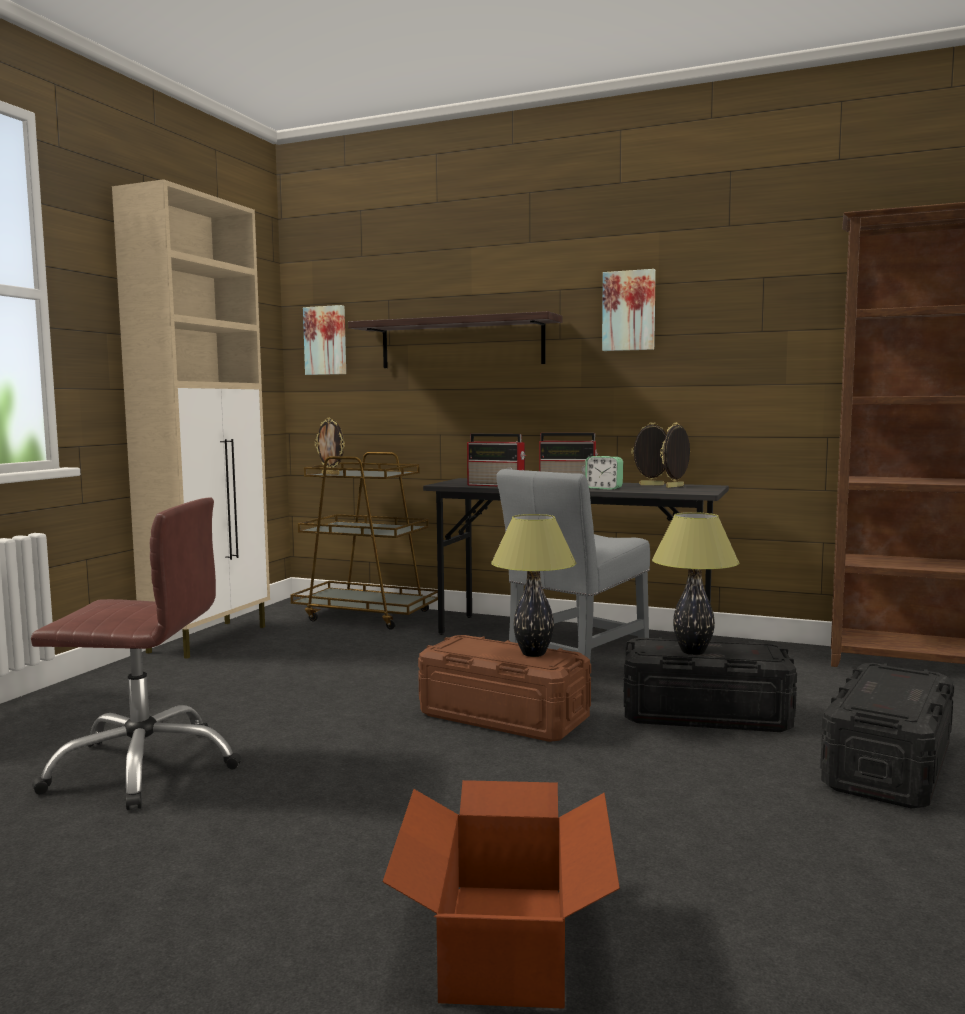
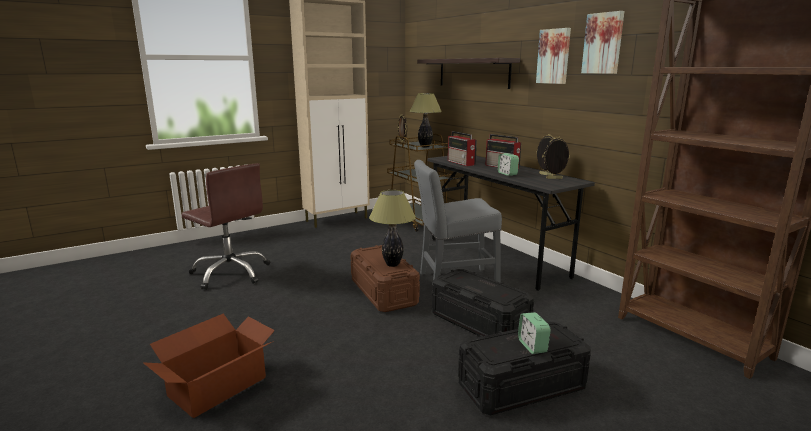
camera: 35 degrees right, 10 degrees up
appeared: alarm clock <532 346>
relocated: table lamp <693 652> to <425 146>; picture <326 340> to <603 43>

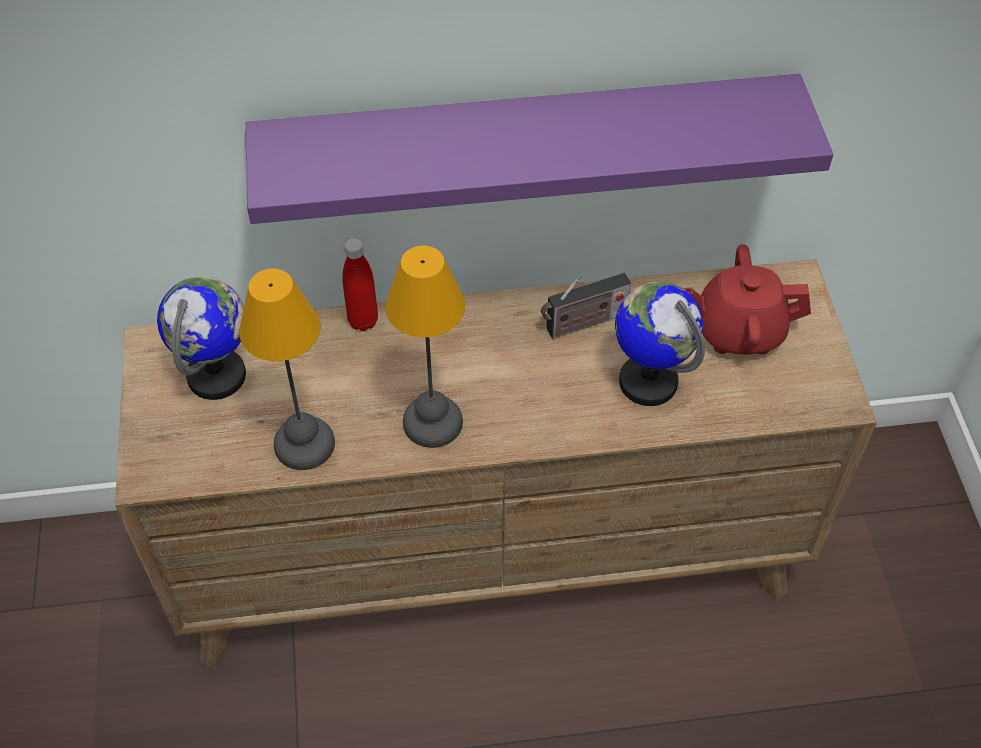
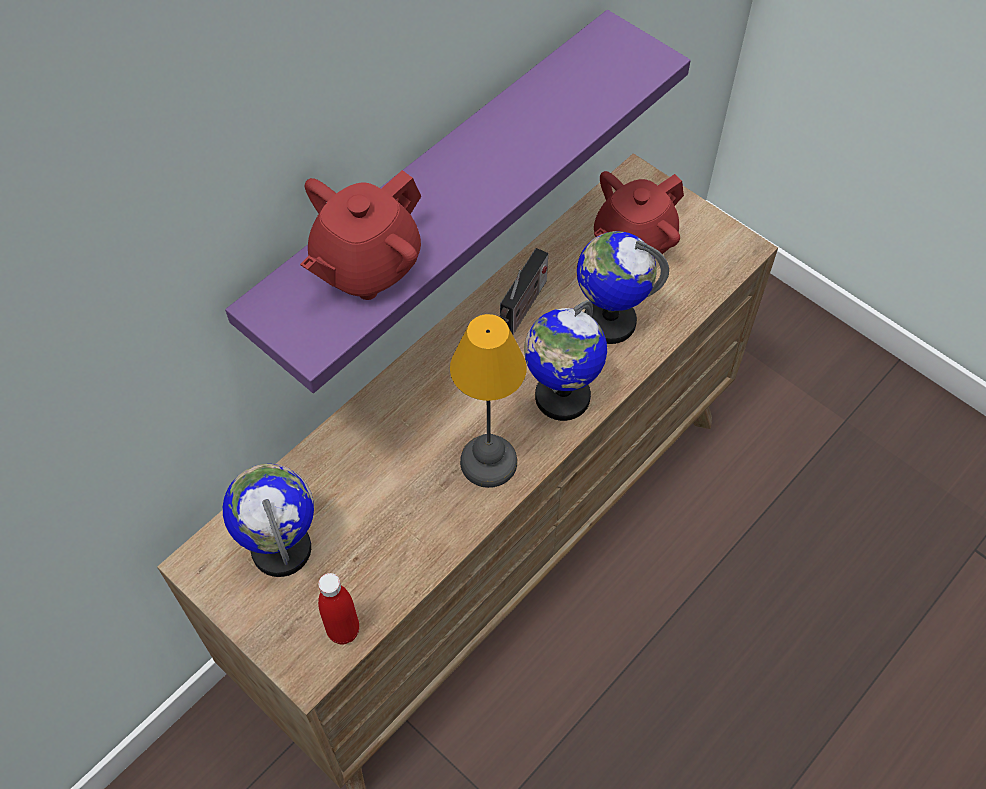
camera: 40 degrees left, 5 degrees up
missing: table lamp <305 442>
appeared: teapot in red <366 265>; globe <561 397>
relocated: bottle in red <363 321> to <343 630>

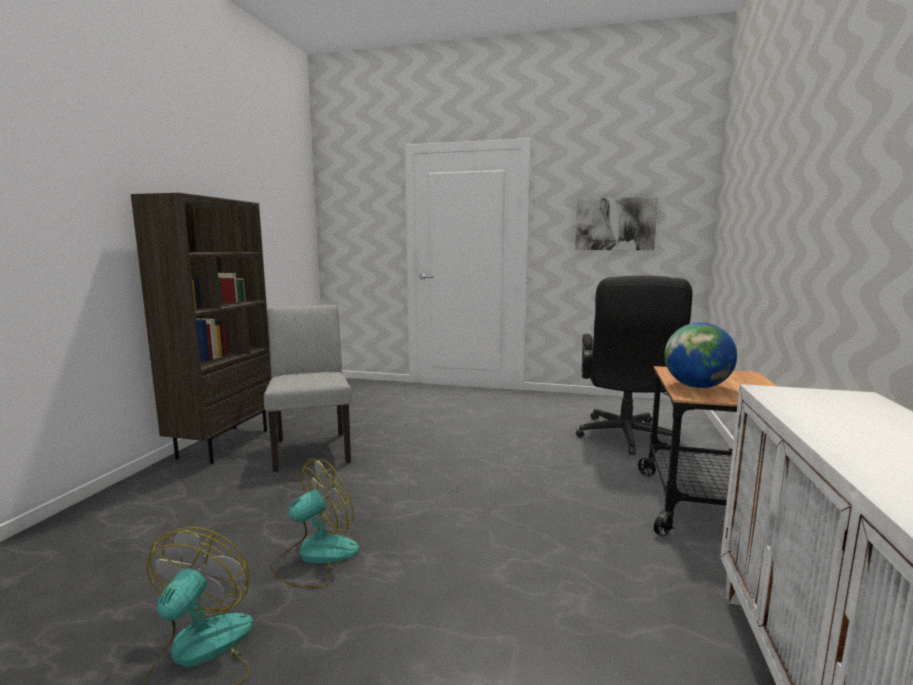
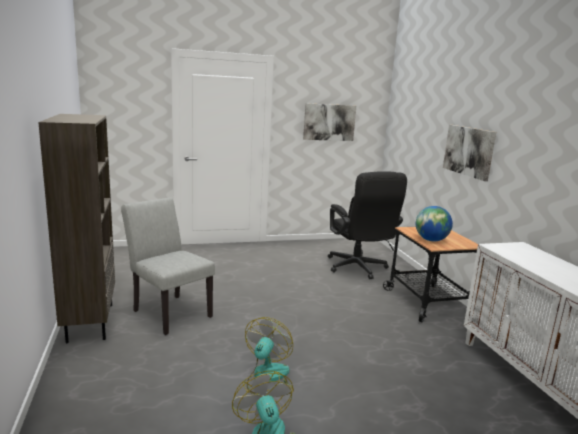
camera: 30 degrees left, 5 degrees up
appeared: picture <469 151>

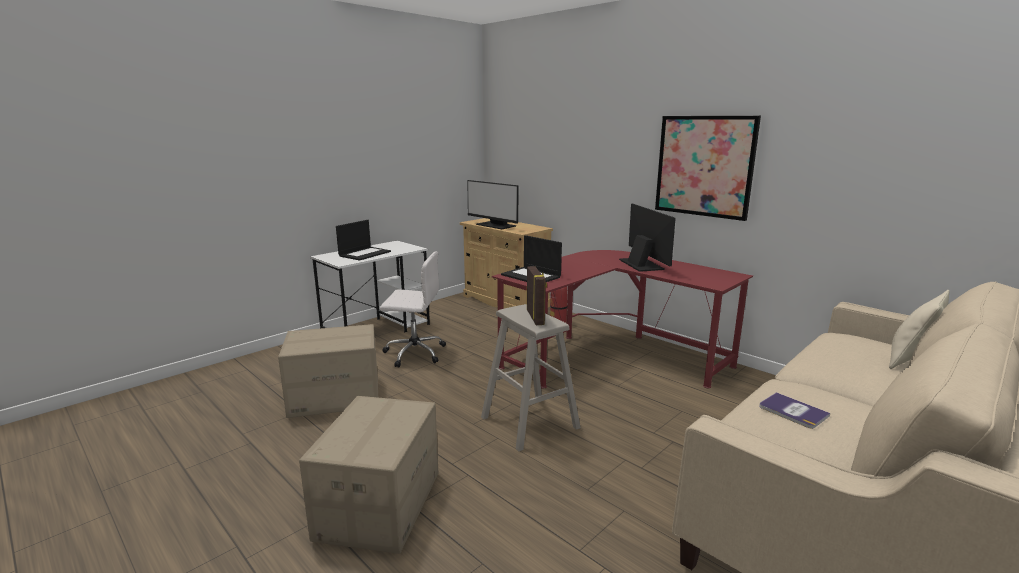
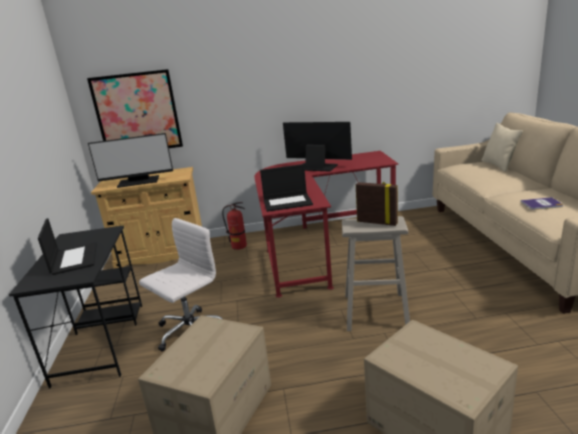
camera: 50 degrees left, 5 degrees up
relocated: picture <704 166> to <137 113>
colour: desk in white <377 329> to desk in black <101 341>

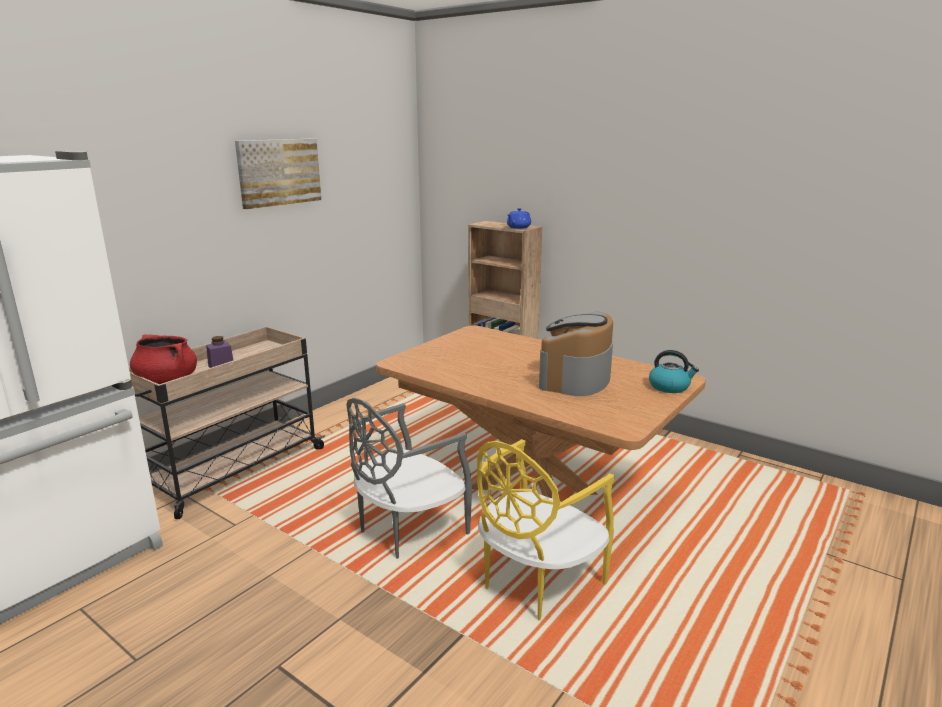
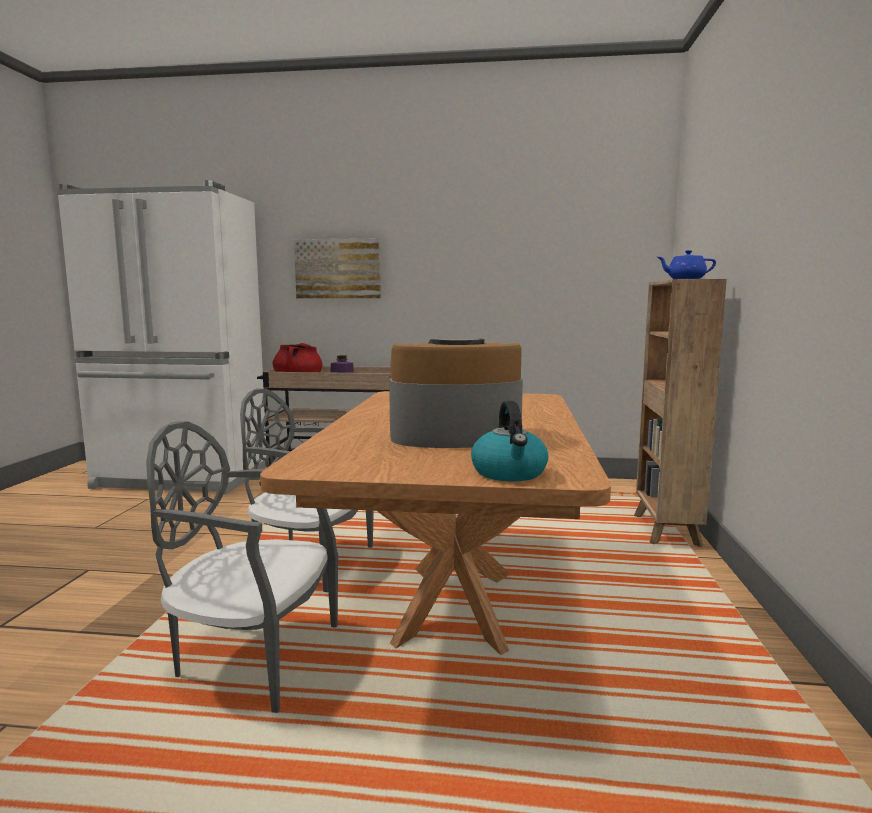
camera: 60 degrees right, 10 degrees down
relocated: picture <279 172> to <338 269>
colour: chair in yellow <536 582> to chair in grey <253 657>

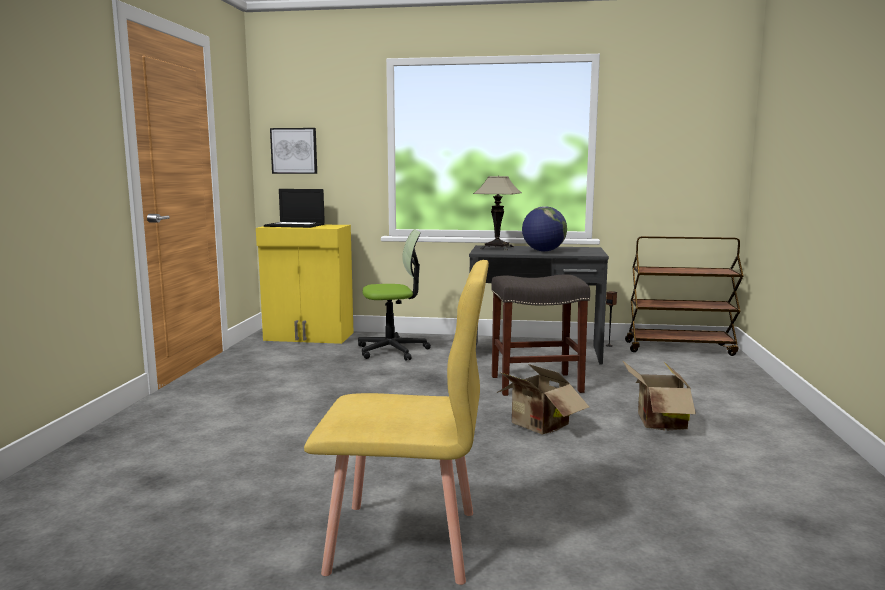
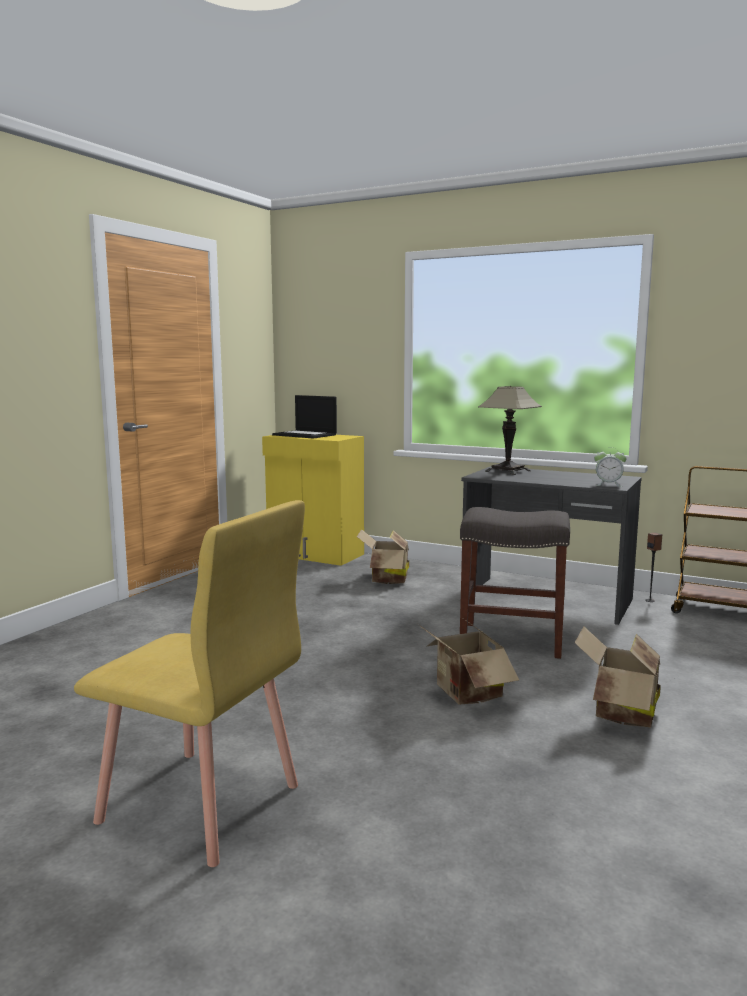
camera: 20 degrees right, 0 degrees up
missing: picture <294 151>; globe <543 251>
appeared: alarm clock <608 484>
exchanged: office chair <392 350> to cardboard box <386 579>

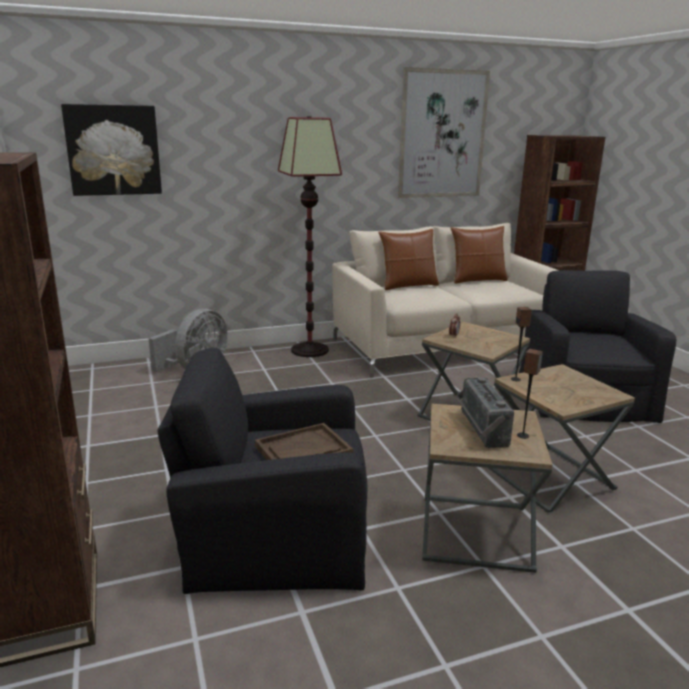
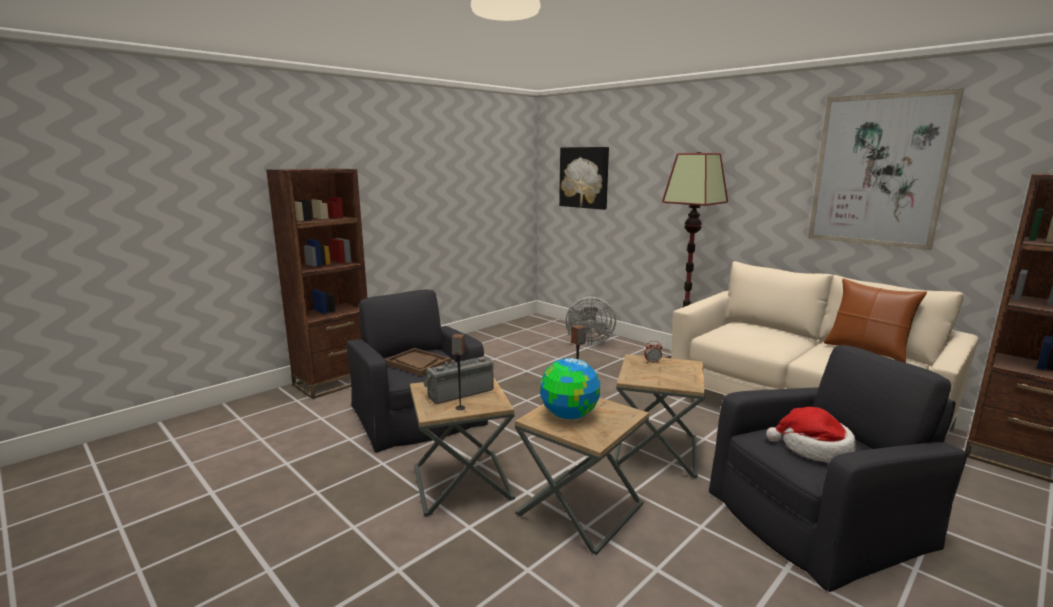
camera: 65 degrees right, 5 degrees down
missing: pillow in brown <408 285>
appeared: globe <569 415>; hat <813 448>

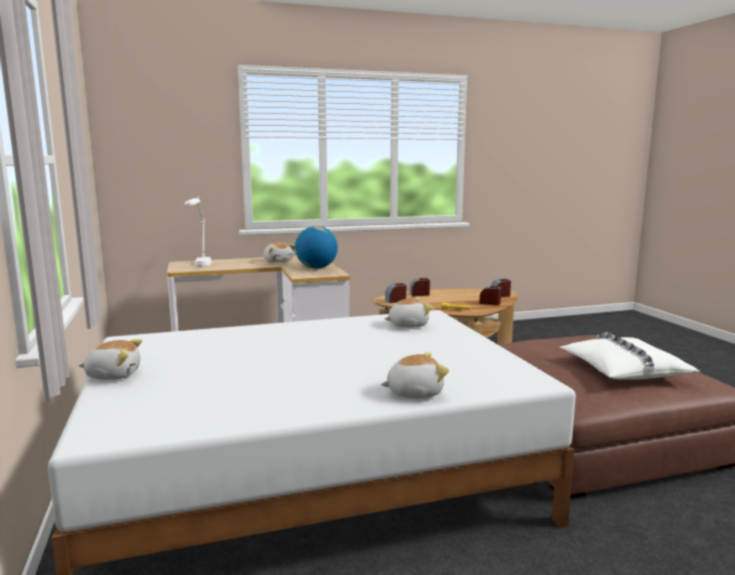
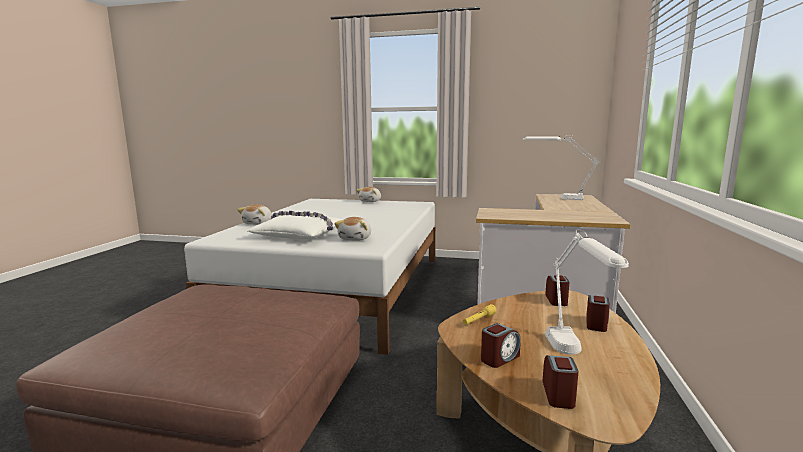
camera: 120 degrees right, 0 degrees up
missing: plush toy <278 261>; globe <316 268>
appeared: table lamp in white <573 358>
relocated: pillow in white <623 370> to <300 234>

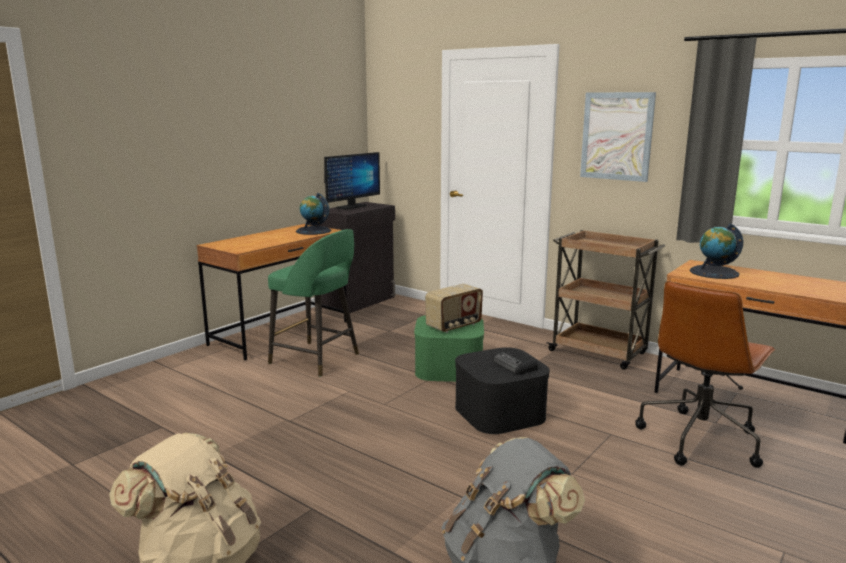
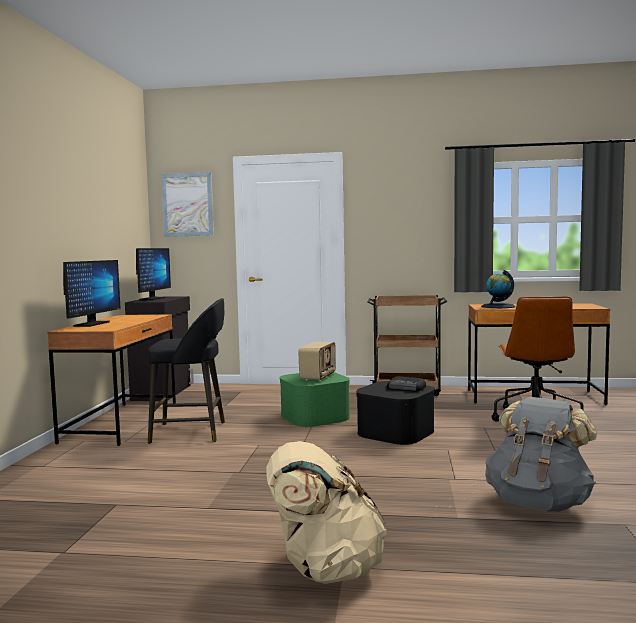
camera: 30 degrees left, 10 degrees down
missing: globe <313 231>
appeared: monitor <91 324>
relocated: picture <616 136> to <188 204>
colour: stool in green <316 359> to stool in black <191 432>

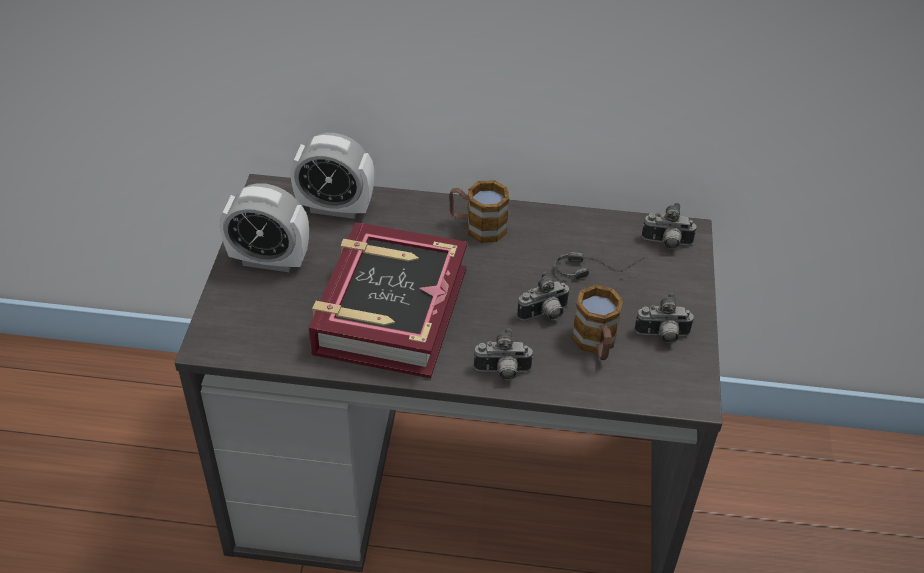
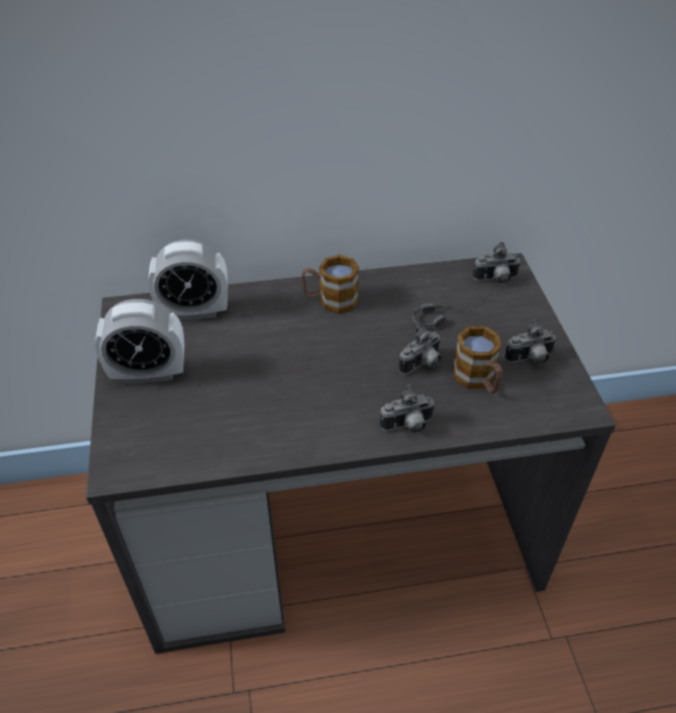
camera: 15 degrees left, 0 degrees up
missing: book <389 311>

